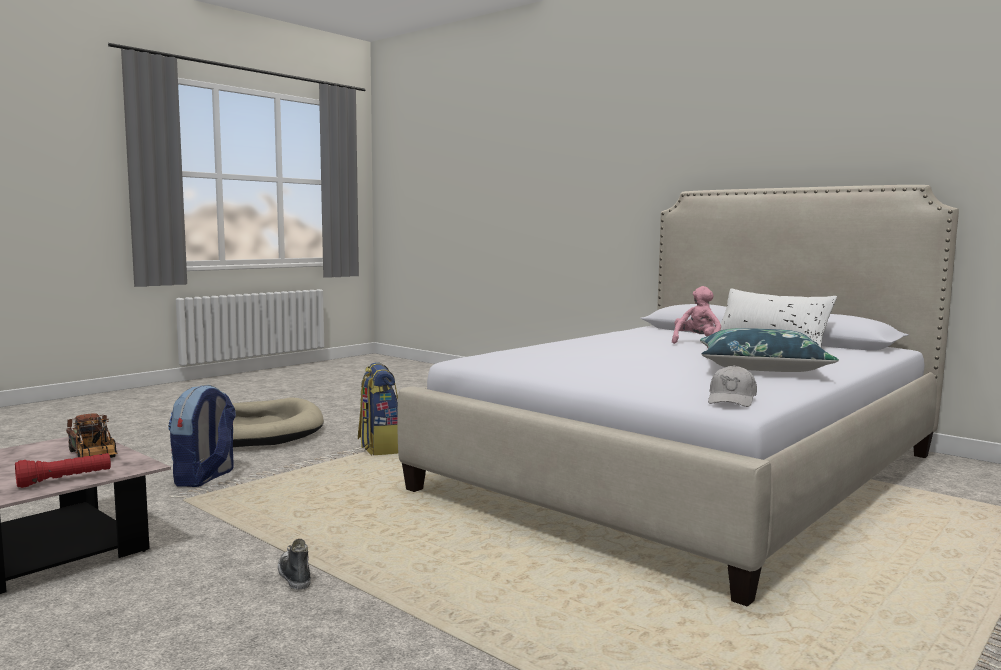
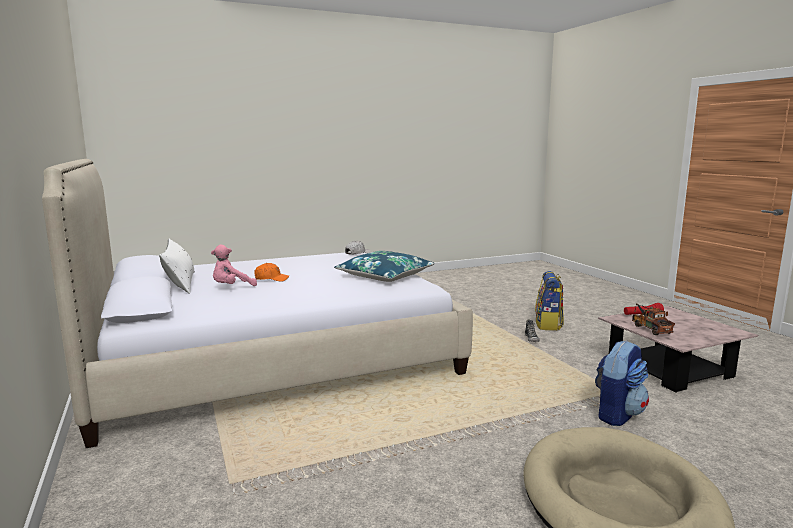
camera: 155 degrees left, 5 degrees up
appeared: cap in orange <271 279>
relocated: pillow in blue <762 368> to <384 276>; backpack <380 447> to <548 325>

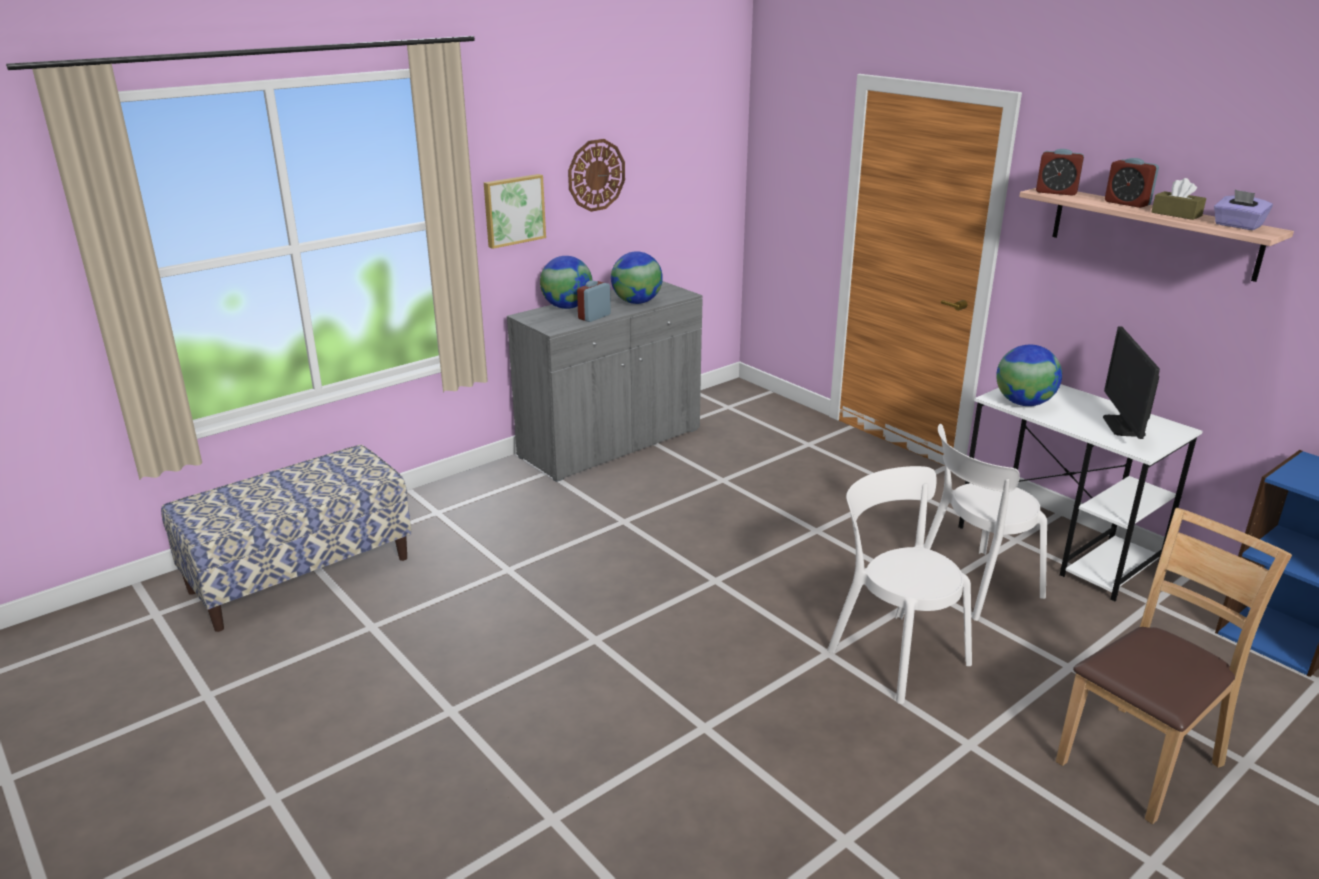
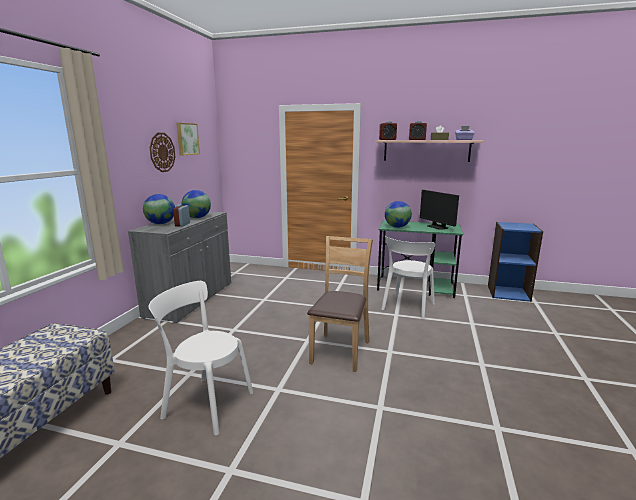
camera: 35 degrees left, 10 degrees down
relocated: chair in white <894 653> to <205 403>; picture <513 210> to <187 139>; chair in brown <1139 761> to <340 351>
colour: desk in white <1059 546> to desk in green <416 286>

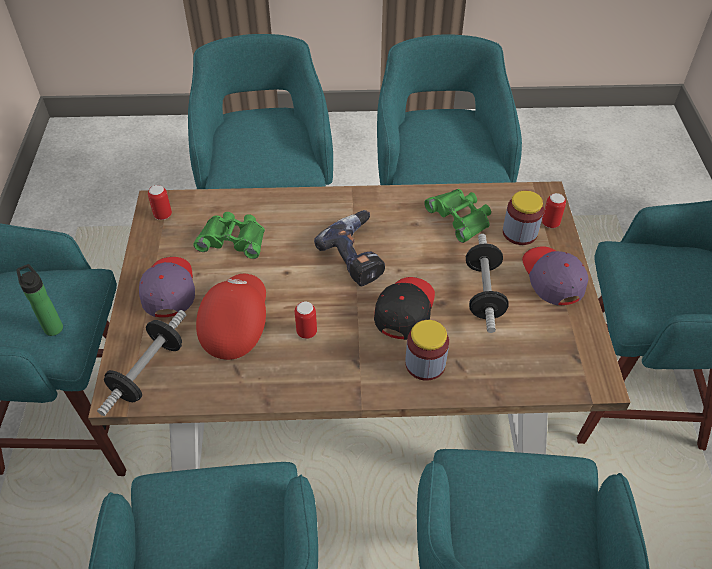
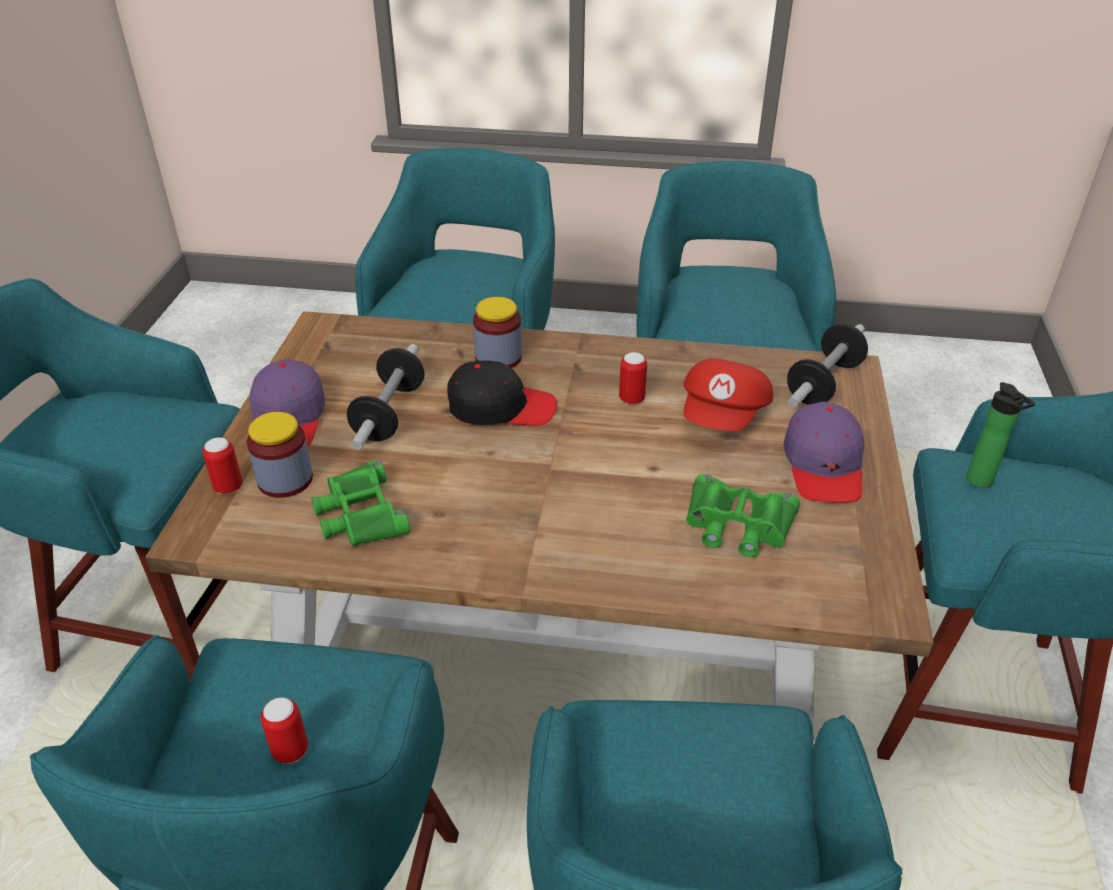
camera: 170 degrees left, 10 degrees down
missing: power drill <359 254>
relocated: can <163 215> to <290 751>
spun: cap in black <405 310> = <501 407> 120 degrees counterclockwise

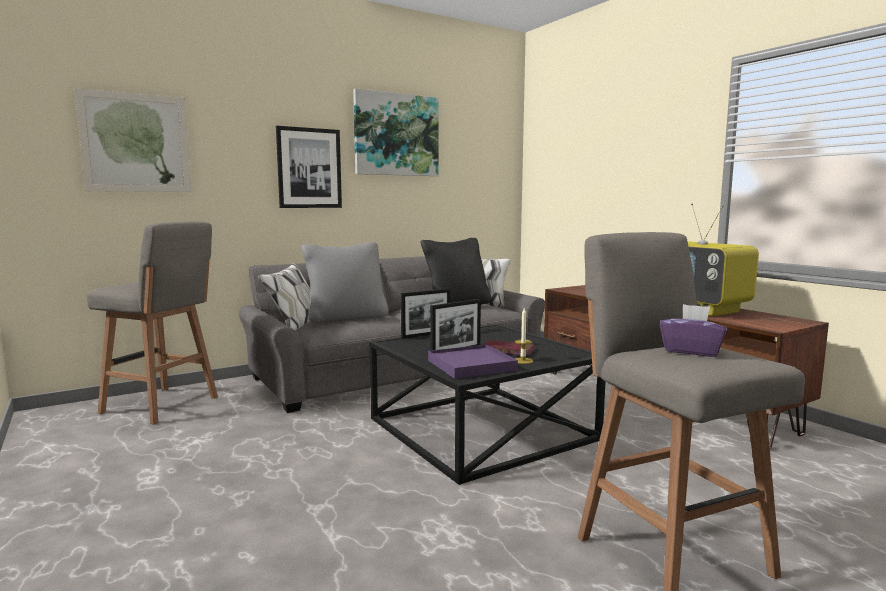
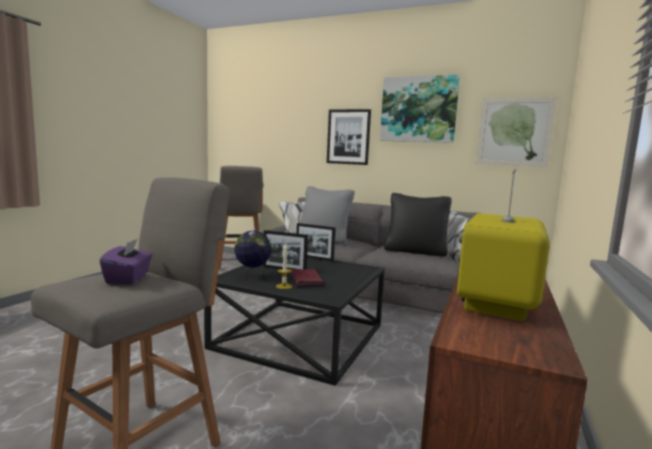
camera: 55 degrees right, 0 degrees up
relocated: picture <136 143> to <514 132>
exchanged: tray in purple <471 365> to globe <252 276>

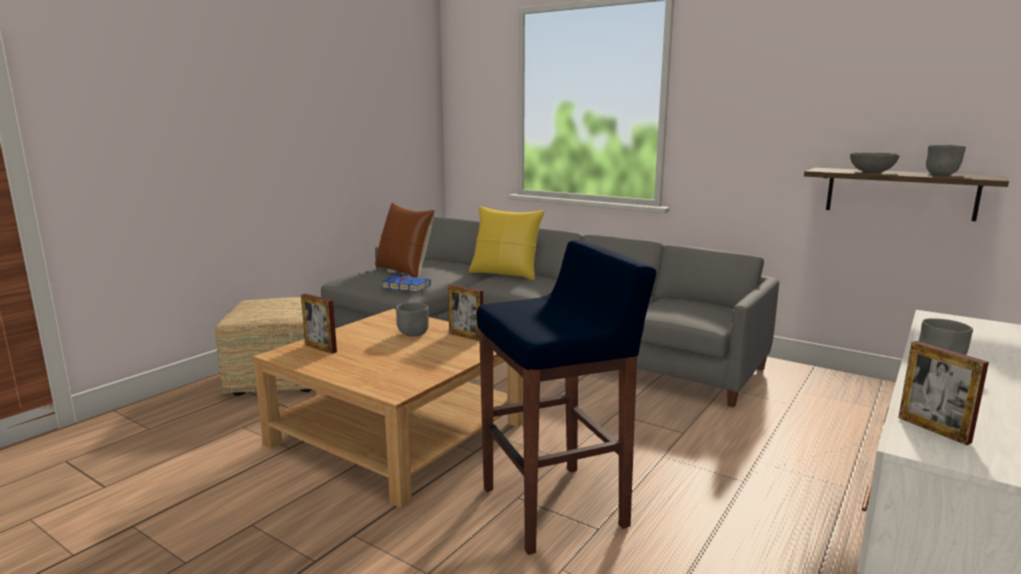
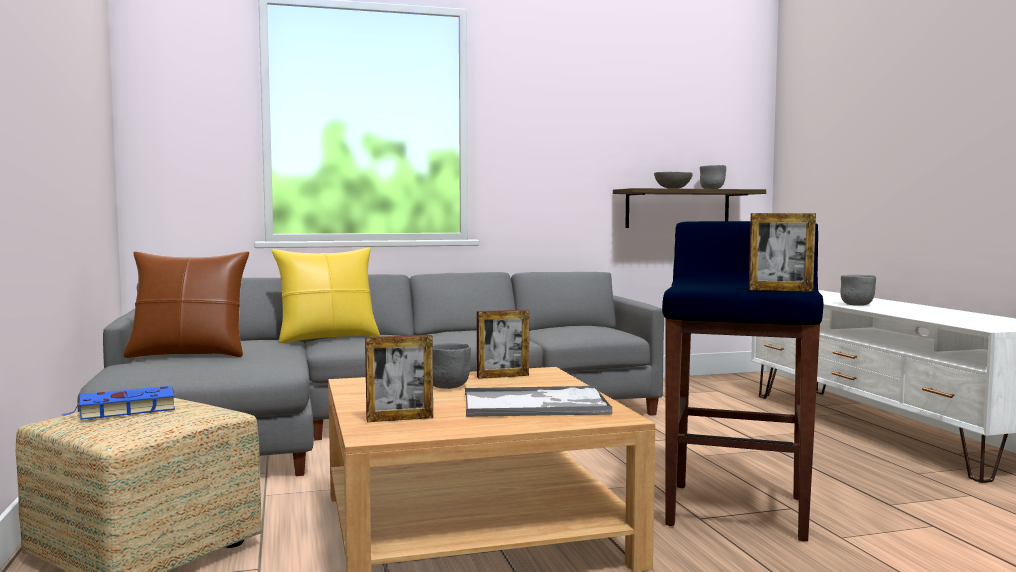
camera: 50 degrees left, 10 degrees down
appeared: tray <536 404>
relocated: book in blue <405 286> to <124 409>; picture frame <933 430> to <780 290>

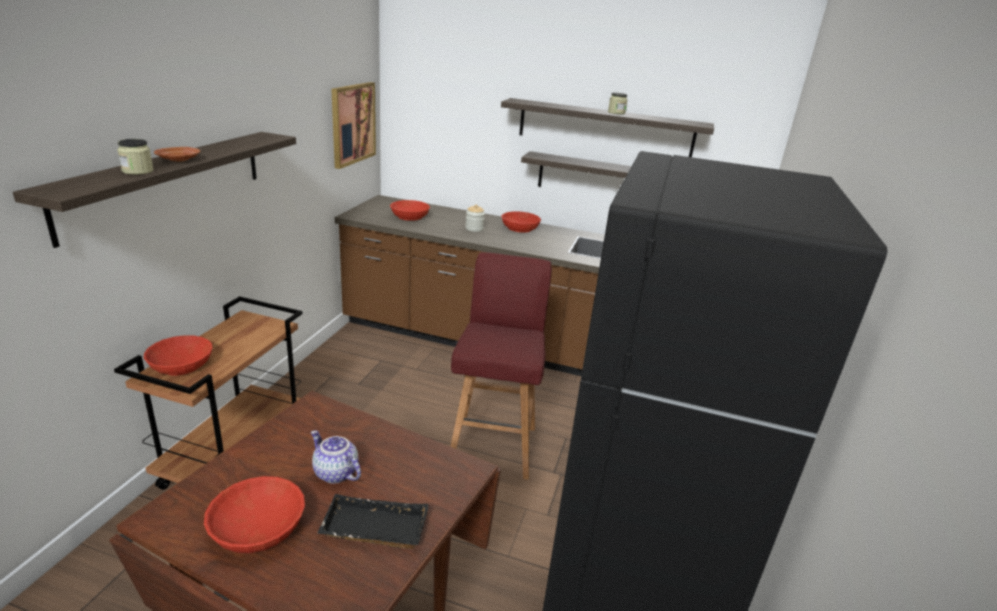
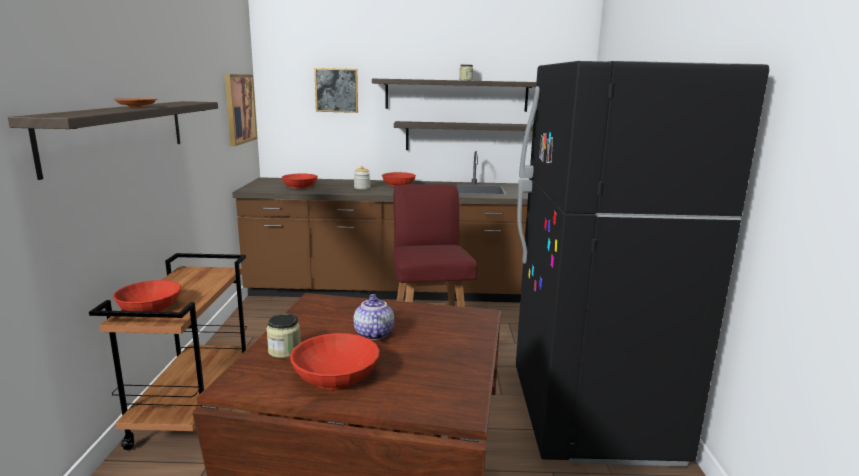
camera: 15 degrees left, 10 degrees down
missing: tray in black <372 530>
appeared: picture <336 90>
relocated: jar <137 171> to <284 350>
spun: teapot <334 473> = <372 334> 60 degrees clockwise

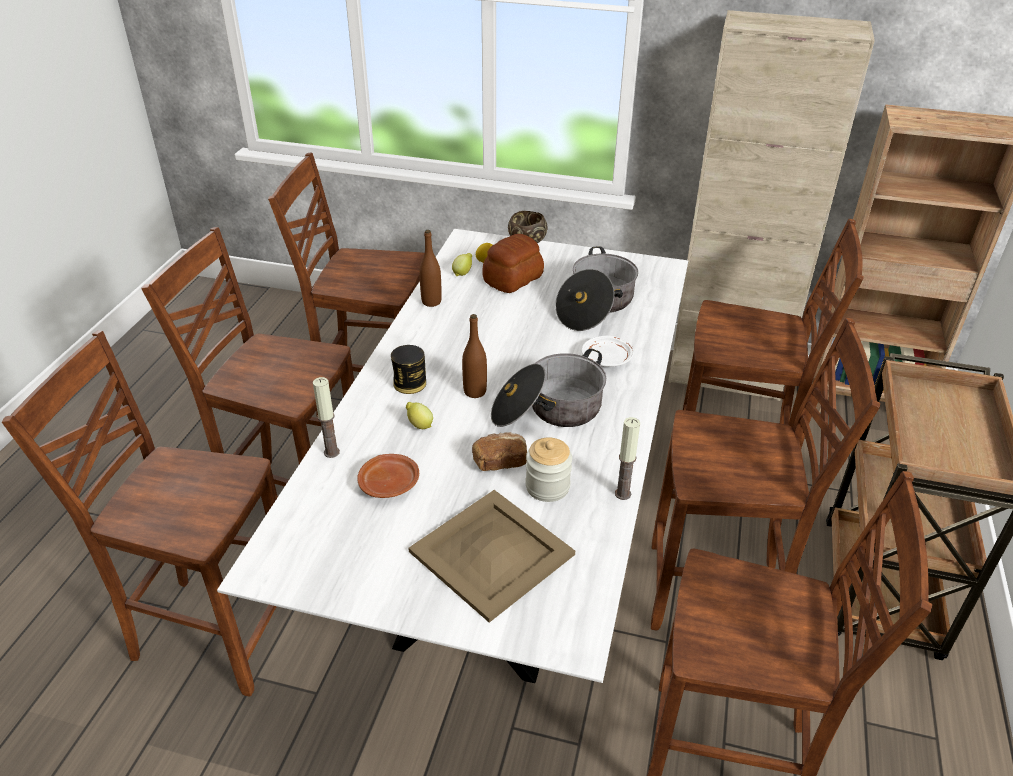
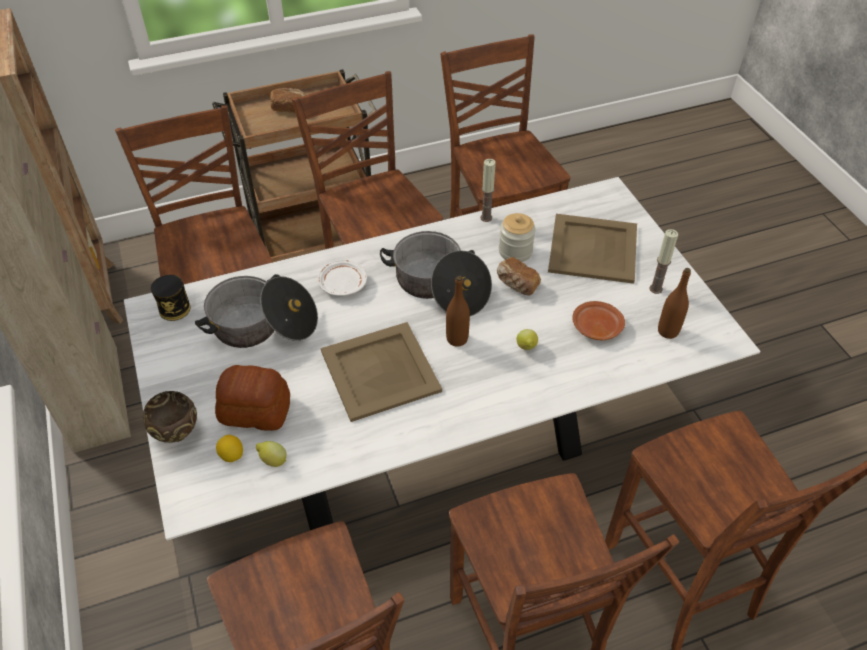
camera: 125 degrees left, 10 degrees up
appeared: bread <289 108>; tray in beige <379 370>
relocated: can <410 383> to <174 309>; candle <331 452> to <656 289>; bottle in brown <431 302> to <668 331>

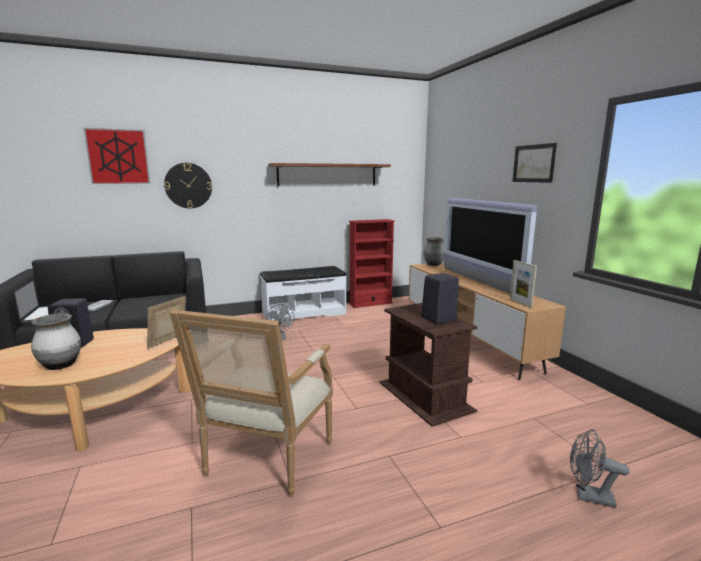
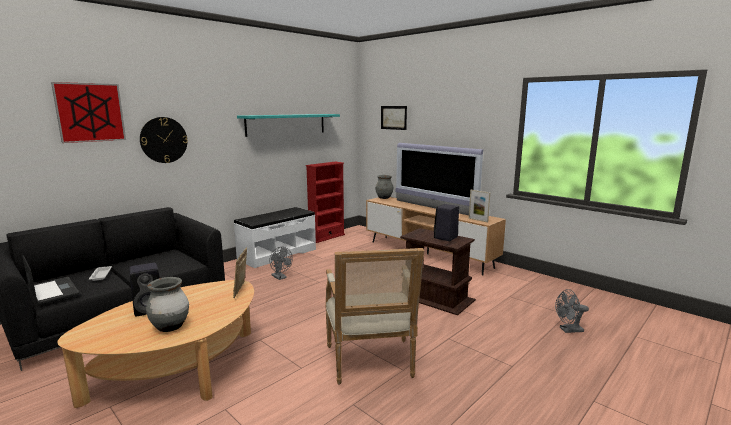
camera: 25 degrees left, 0 degrees up
relocated: picture <533 163> to <393 117>
colour: shelf in brown <327 175> to shelf in turquoise <286 124>

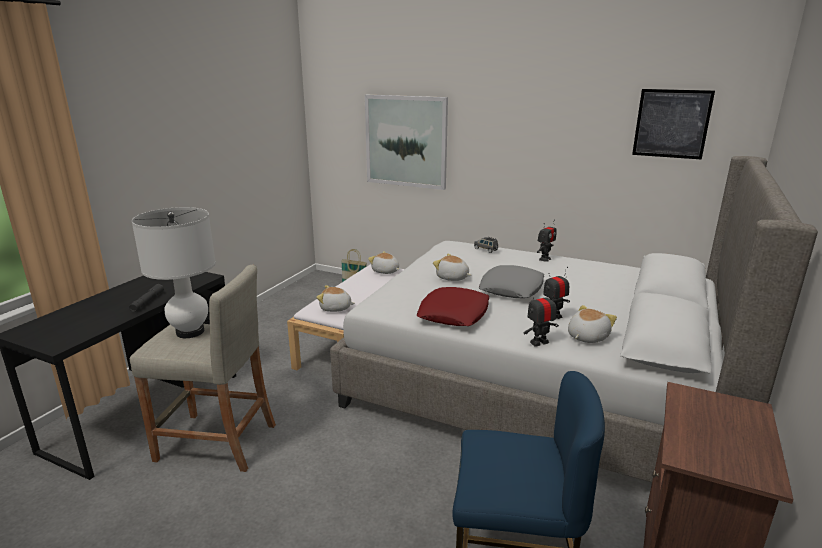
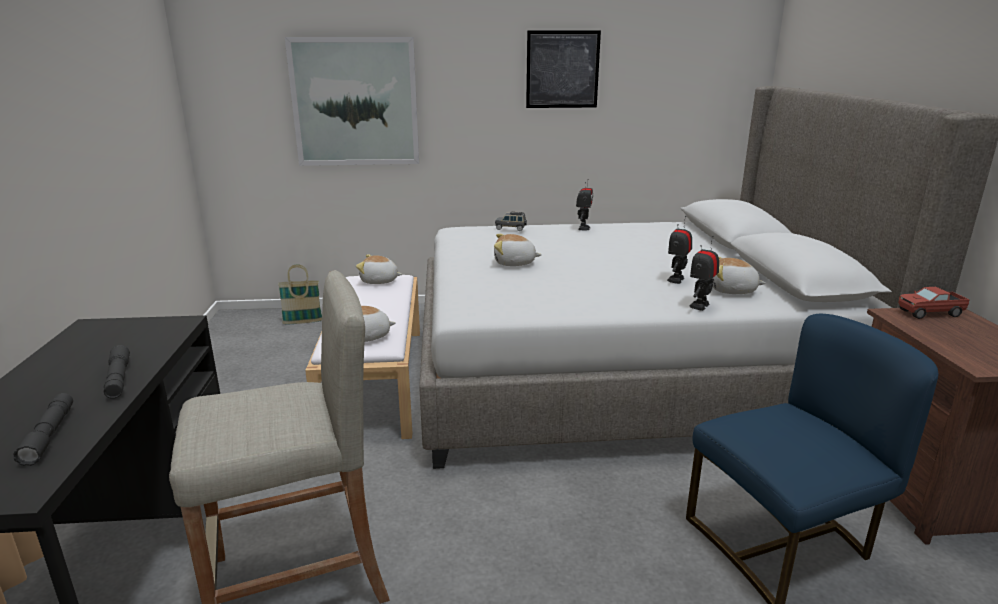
camera: 30 degrees left, 0 degrees up
missing: table lamp in white <190 332>; pillow in red <454 314>; pillow in grey <511 288>
appeared: flashlight in grey <49 435>; toy truck <930 313>
relocated: picture <671 124> to <562 69>
spun: plush toy <586 337> = <732 290> 90 degrees counterclockwise

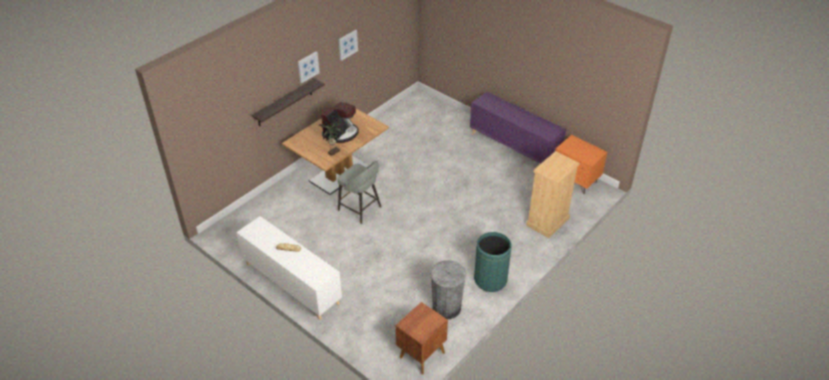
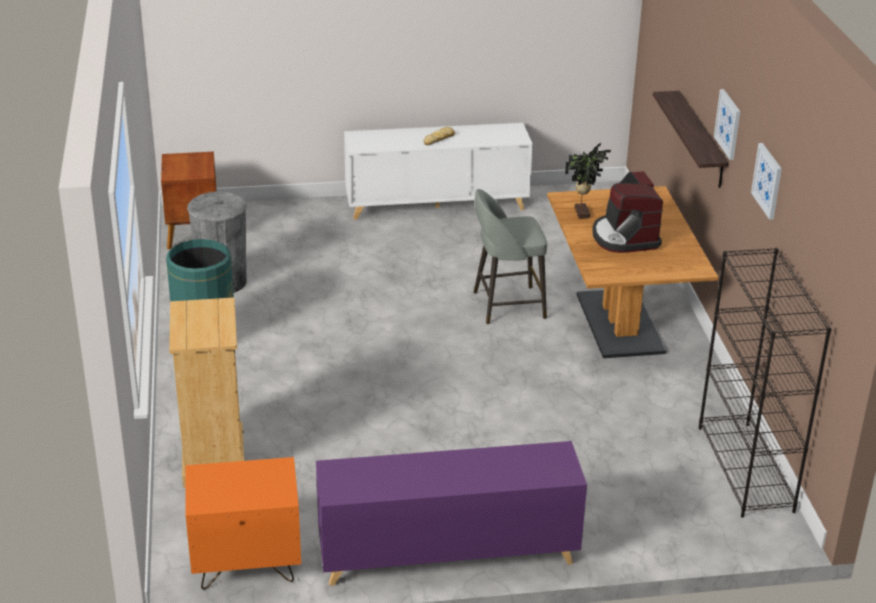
camera: 130 degrees right, 10 degrees down
appeared: bookcase in black <746 469>

